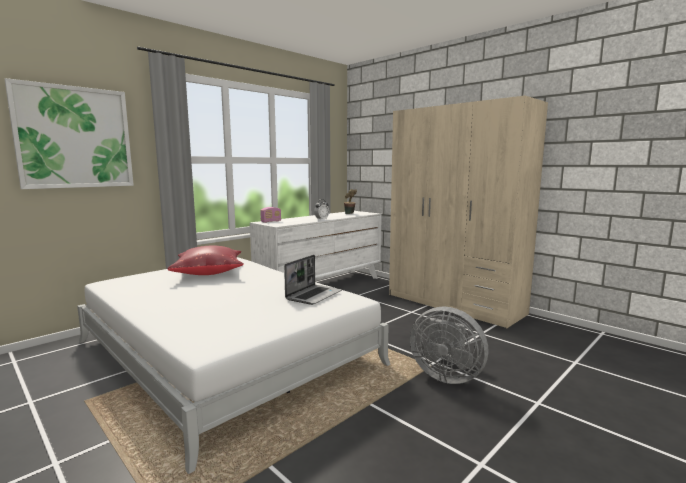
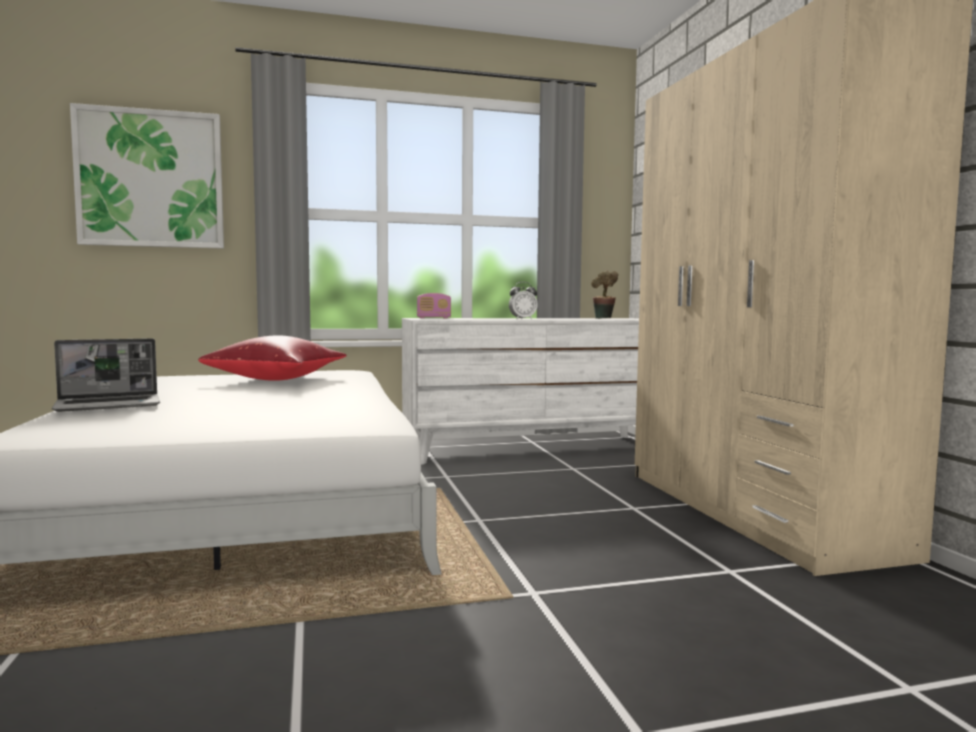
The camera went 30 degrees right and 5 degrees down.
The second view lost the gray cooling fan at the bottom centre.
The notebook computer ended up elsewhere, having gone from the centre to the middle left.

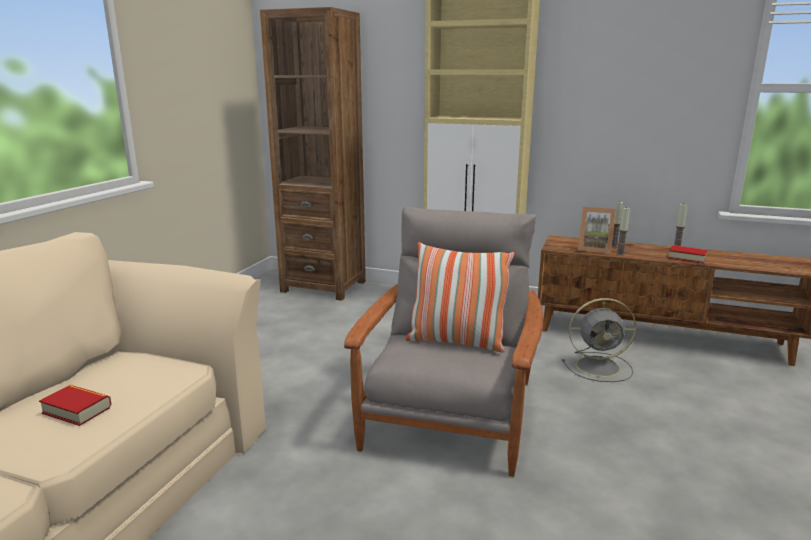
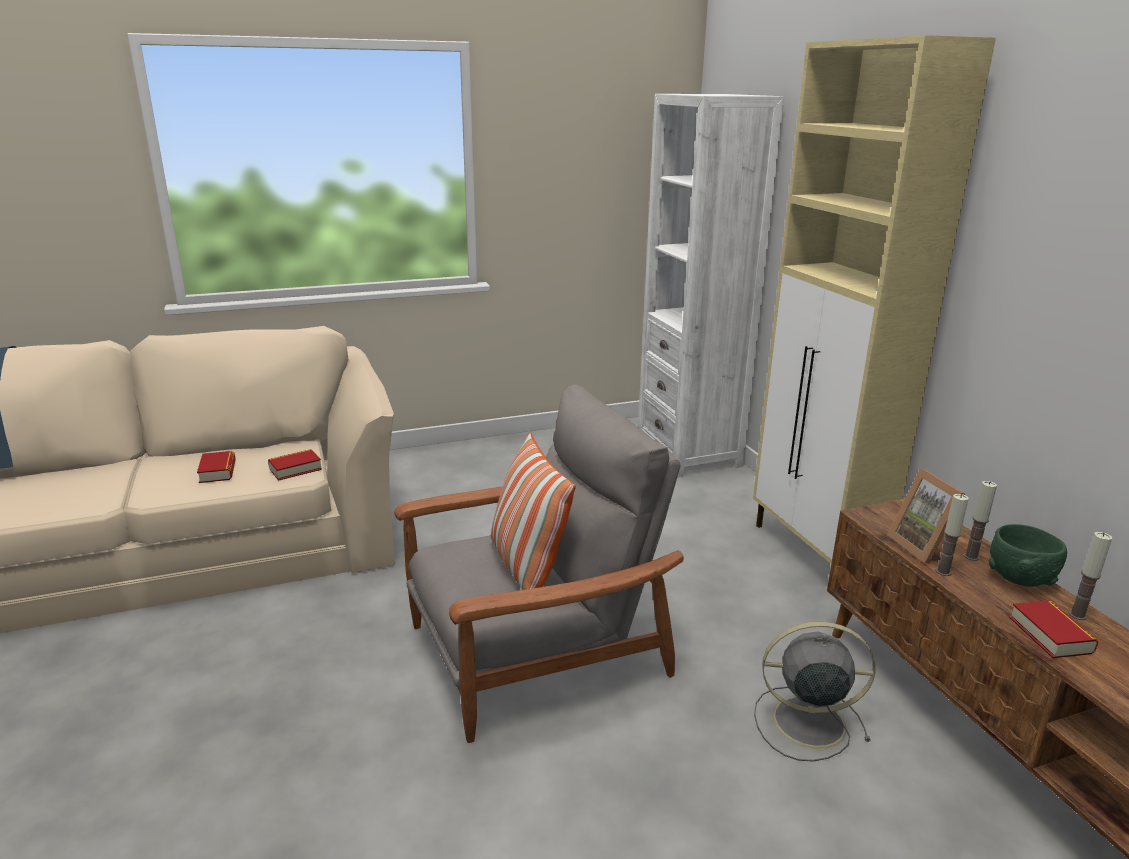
The camera went 50 degrees right and 5 degrees up.
The second view gained the volume (no. 2 from left) at the middle left.
The second view gained the greenish bowl at the middle right.
What was the brown bookcase at the top centre turned into the whitish bookcase at the top centre.
The gray cooling fan at the middle right ended up facing another way, 135 degrees clockwise from before.

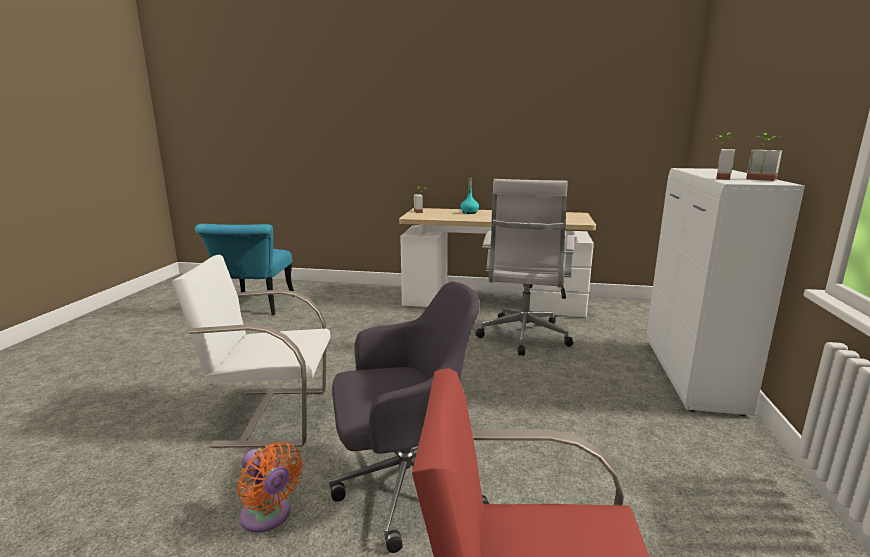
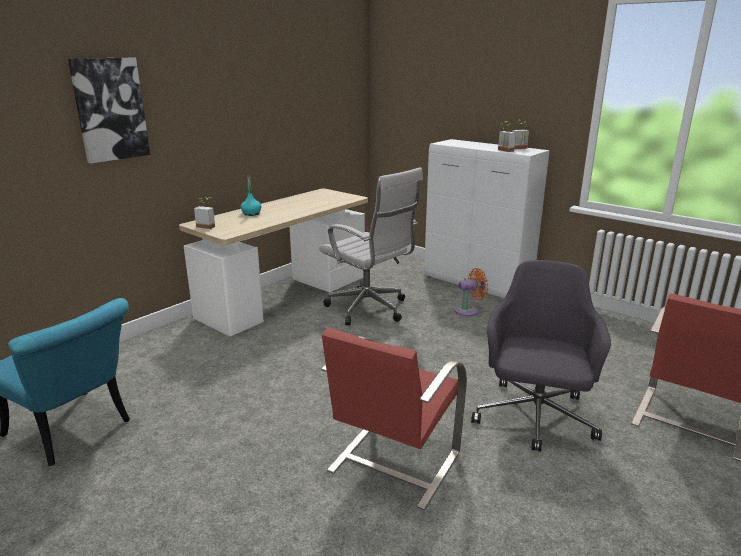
The camera went 60 degrees left and 5 degrees up.
The second view gained the wall picture at the top left.
The orange cooling fan ended up elsewhere, having gone from the bottom left to the centre.
What was the whitish upright chair at the middle left turned into the reddish upright chair (no. 1 from left) at the bottom centre.

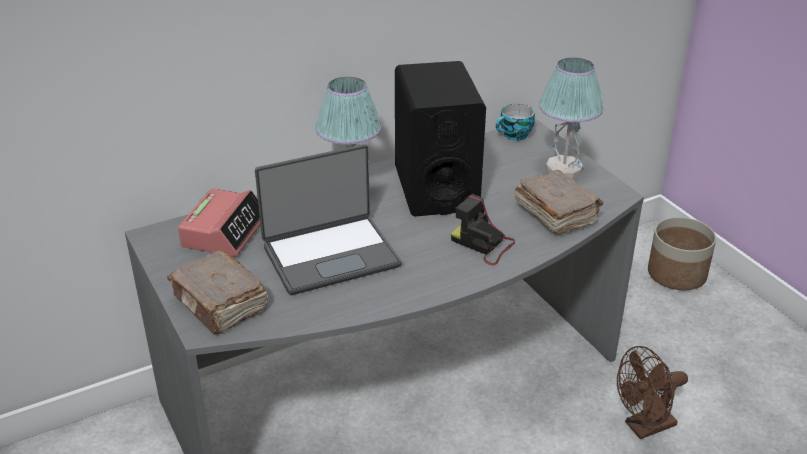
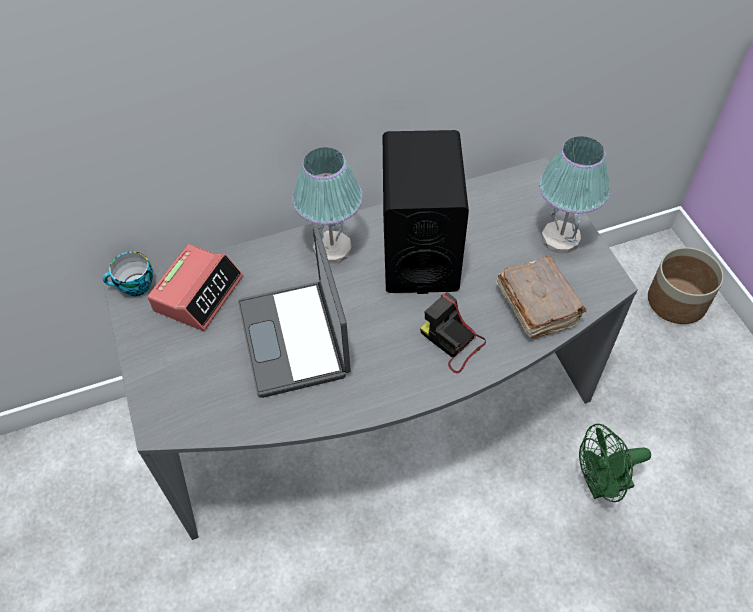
The camera went 10 degrees right and 20 degrees up.
The second view lost the brown volume (no. 1 from left) at the middle left.
The cup ended up elsewhere, having gone from the top centre to the middle left.
What was the brown cooling fan at the bottom right turned into the greenish cooling fan at the bottom right.
The notebook computer at the centre ended up facing another way, 90 degrees clockwise from before.

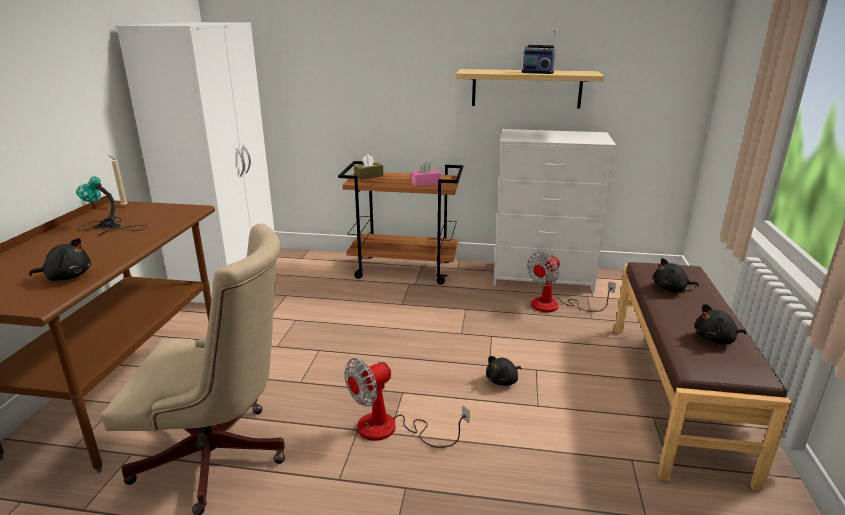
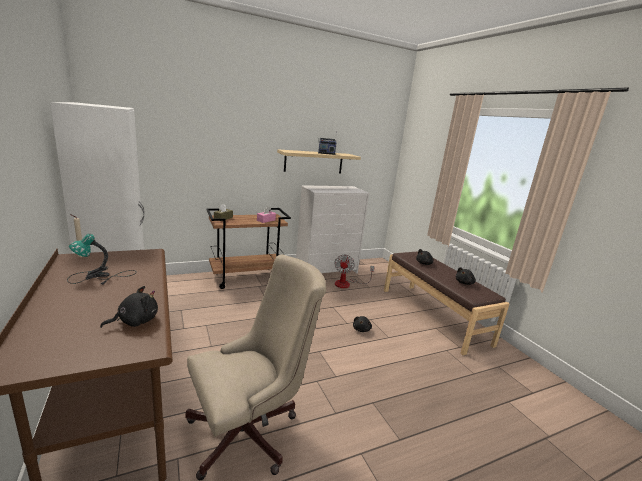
The camera went 35 degrees left and 5 degrees down.
The second view lost the cooling fan (no. 1 from left) at the bottom centre.

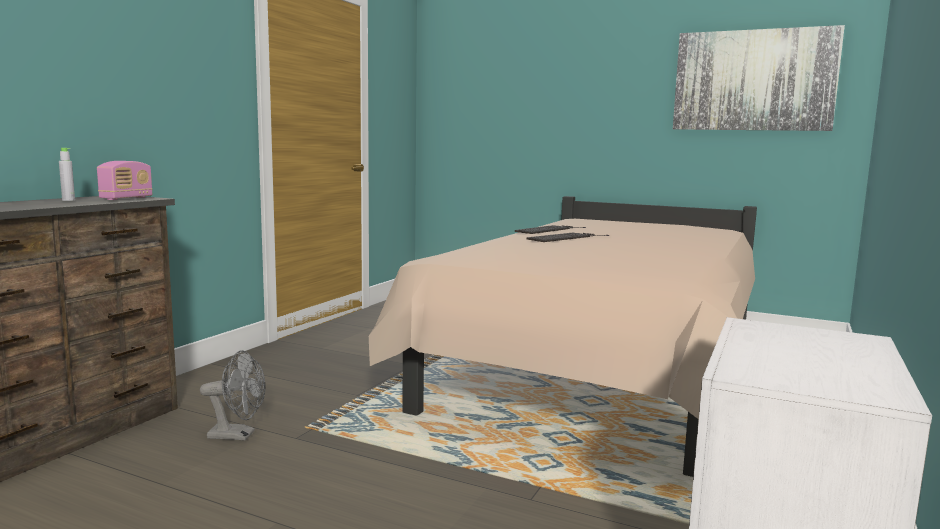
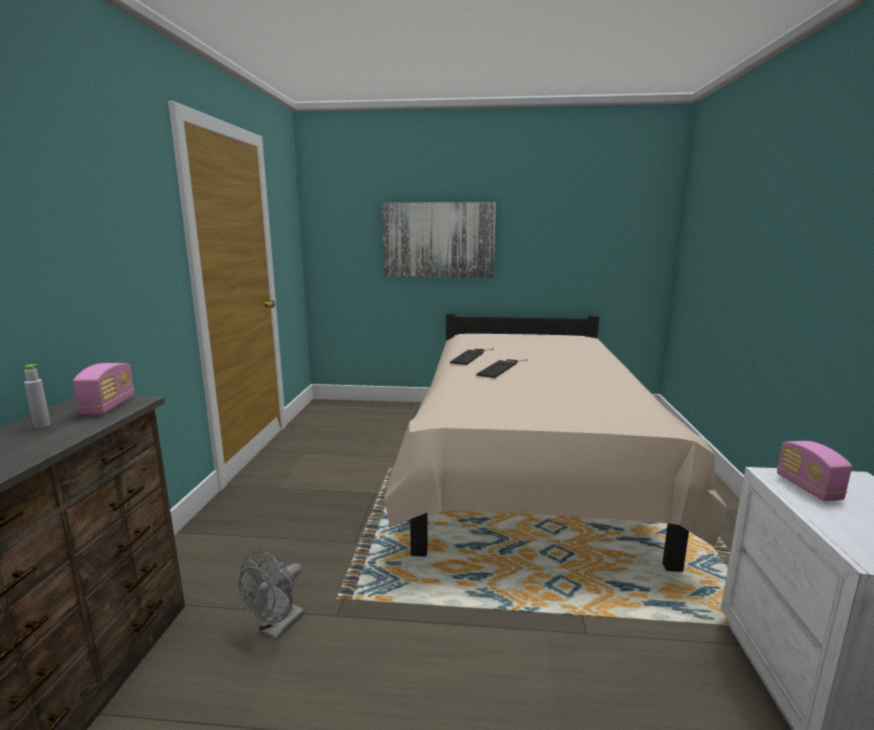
The camera went 20 degrees left and 5 degrees up.
The second view gained the radio set (no. 2 from left) at the middle right.
The wall picture ended up elsewhere, having gone from the top right to the top centre.
The gray cooling fan at the bottom left ended up facing another way, 135 degrees clockwise from before.

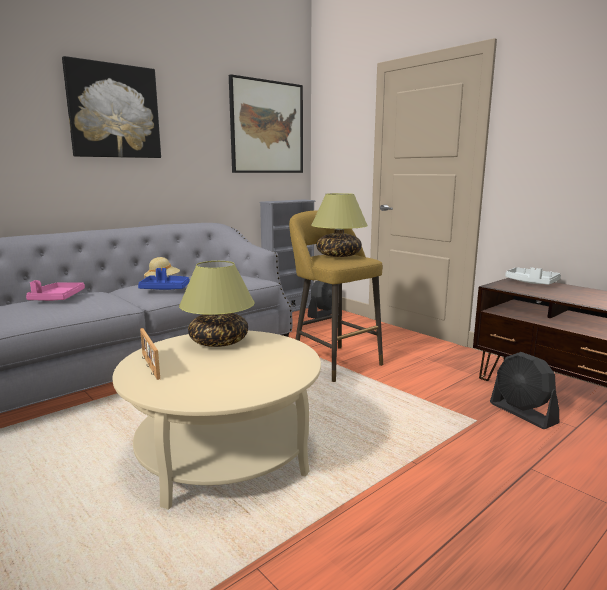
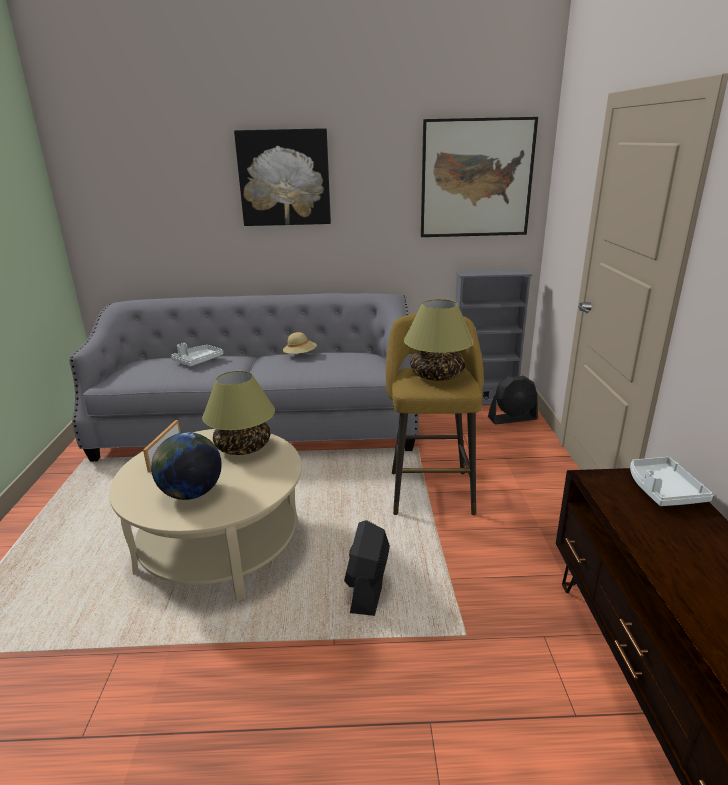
The camera went 40 degrees right and 10 degrees up.
The second view lost the bluish tray at the middle left.
The second view gained the globe at the middle left.
The black-coloured cooling fan (no. 2 from left in the first image) ended up elsewhere, having gone from the middle right to the bottom centre.
What was the pink-coloured tray at the middle left turned into the whitish tray (no. 1 from left) at the middle left.

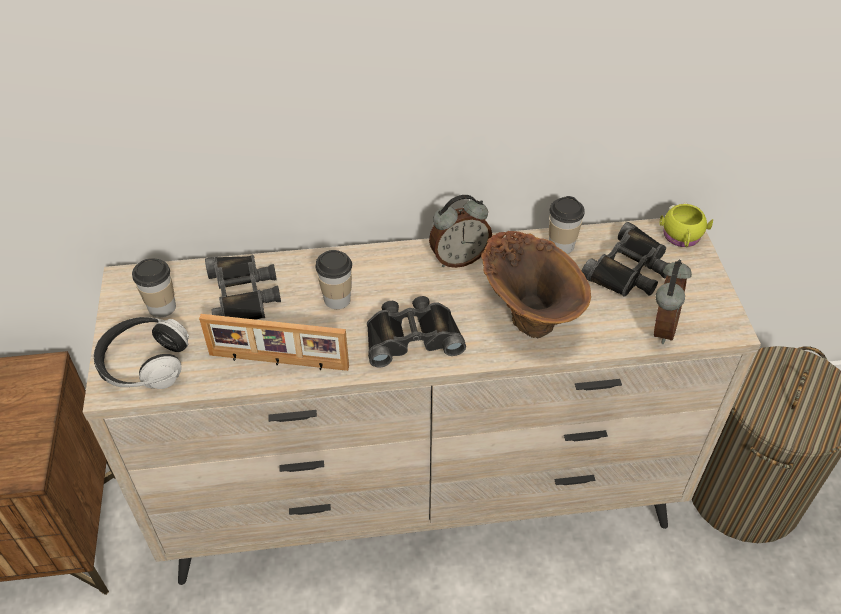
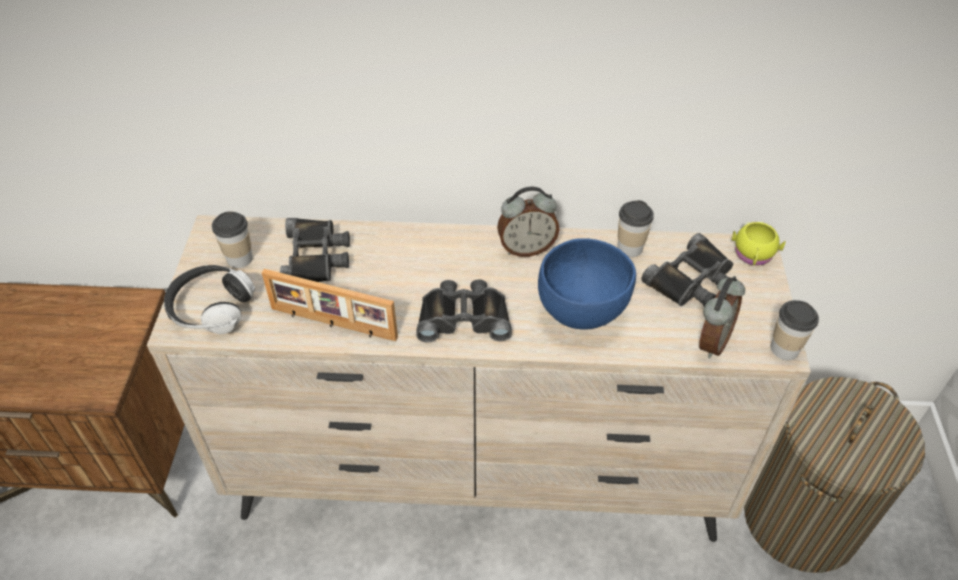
The camera went 10 degrees right and 0 degrees up.
The cup (no. 2 from left in the first image) ended up elsewhere, having gone from the centre to the middle right.
Where the brown vase stood at the centre, the bluish bowl came to stand at the centre.

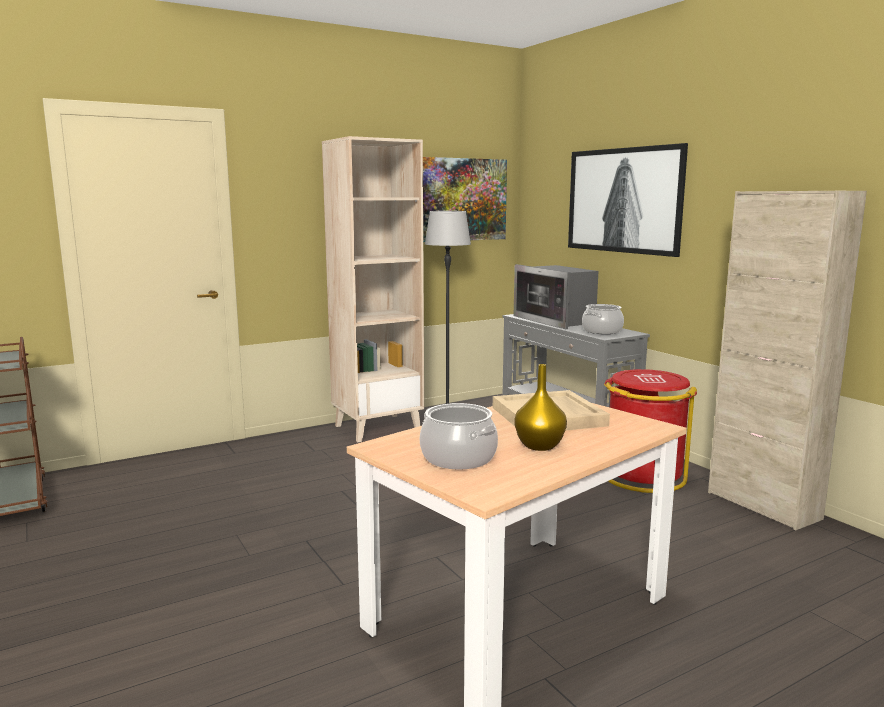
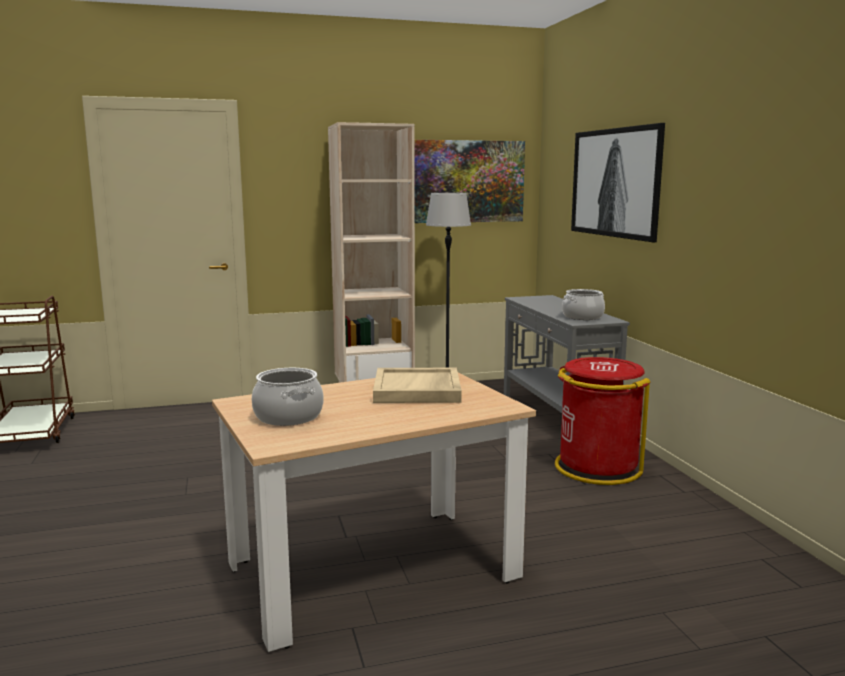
The camera went 15 degrees right and 0 degrees up.
The second view lost the microwave oven at the centre.
The second view lost the yellowish vase at the centre.
The second view lost the beige-coloured cabinet at the middle right.

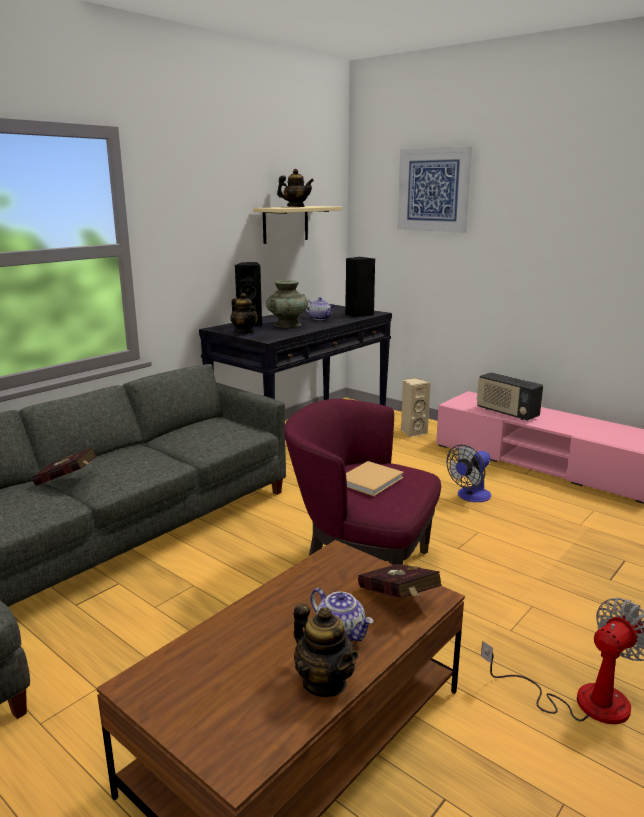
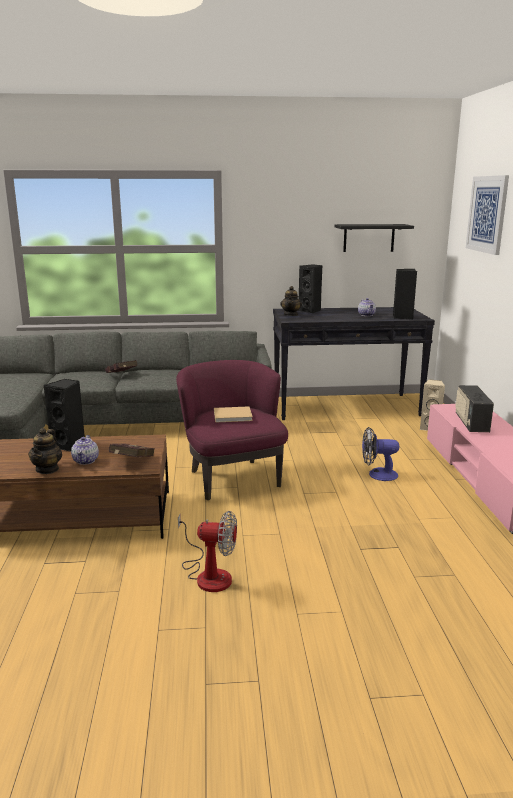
The camera went 45 degrees right and 0 degrees up.
The second view lost the turquoise vase at the centre.
The second view lost the pot for tea (no. 2 from left) at the top centre.
The second view gained the black-coloured audio speaker (no. 1 from left) at the middle left.
What was the beige-coloured shelf at the top centre turned into the black-coloured shelf at the top right.

